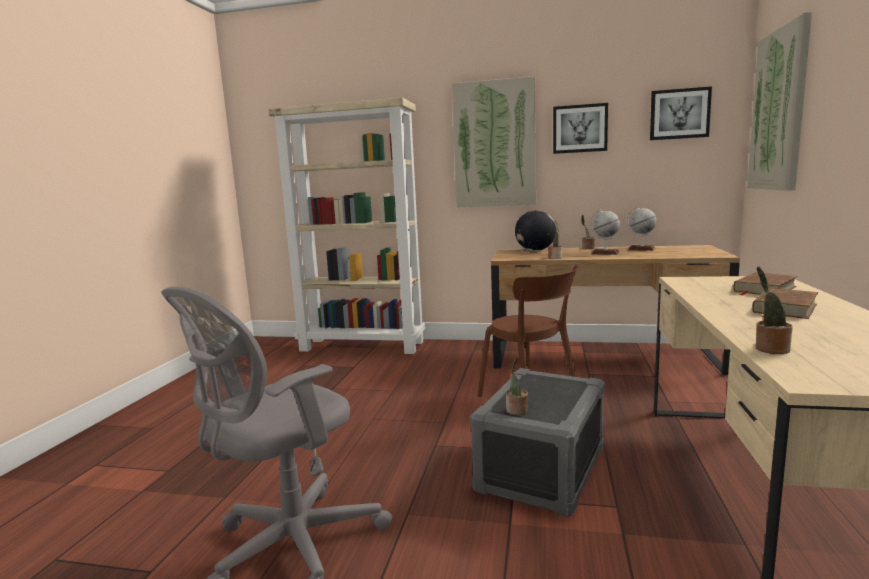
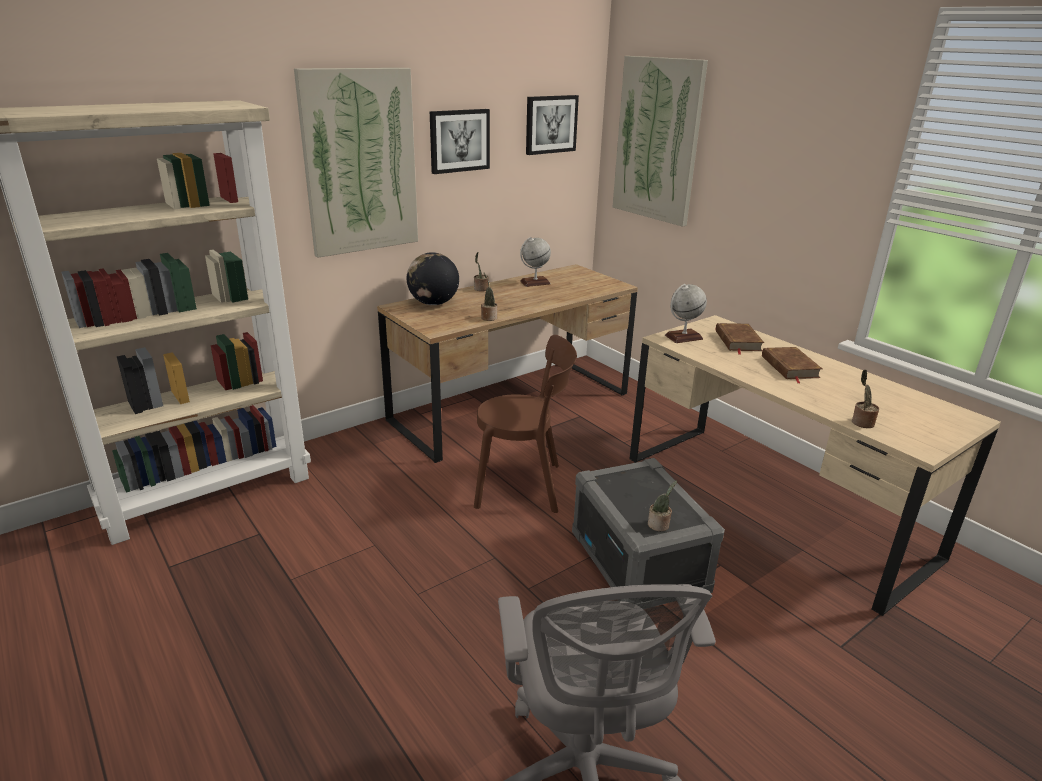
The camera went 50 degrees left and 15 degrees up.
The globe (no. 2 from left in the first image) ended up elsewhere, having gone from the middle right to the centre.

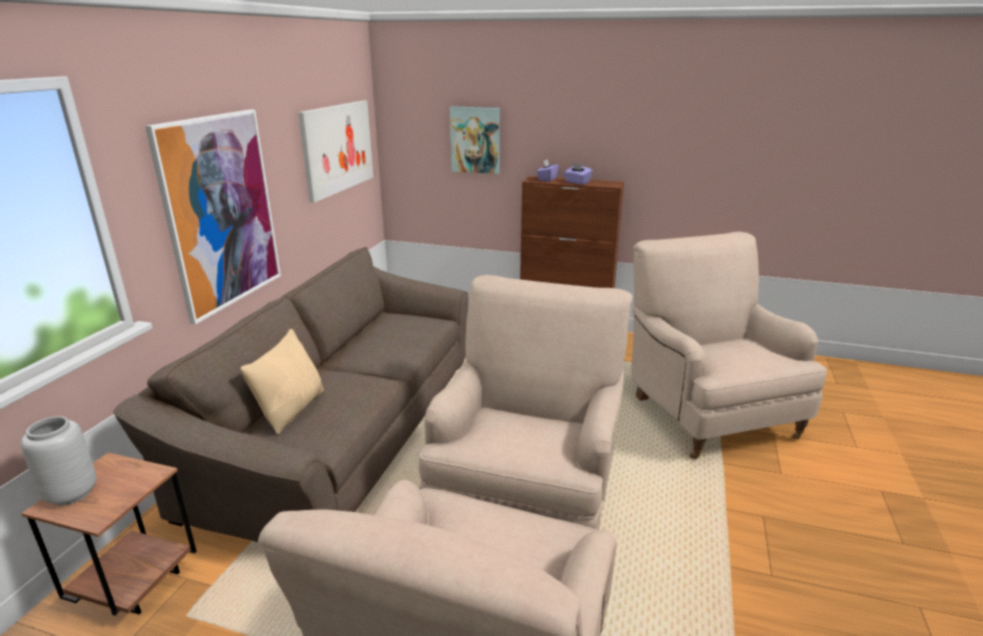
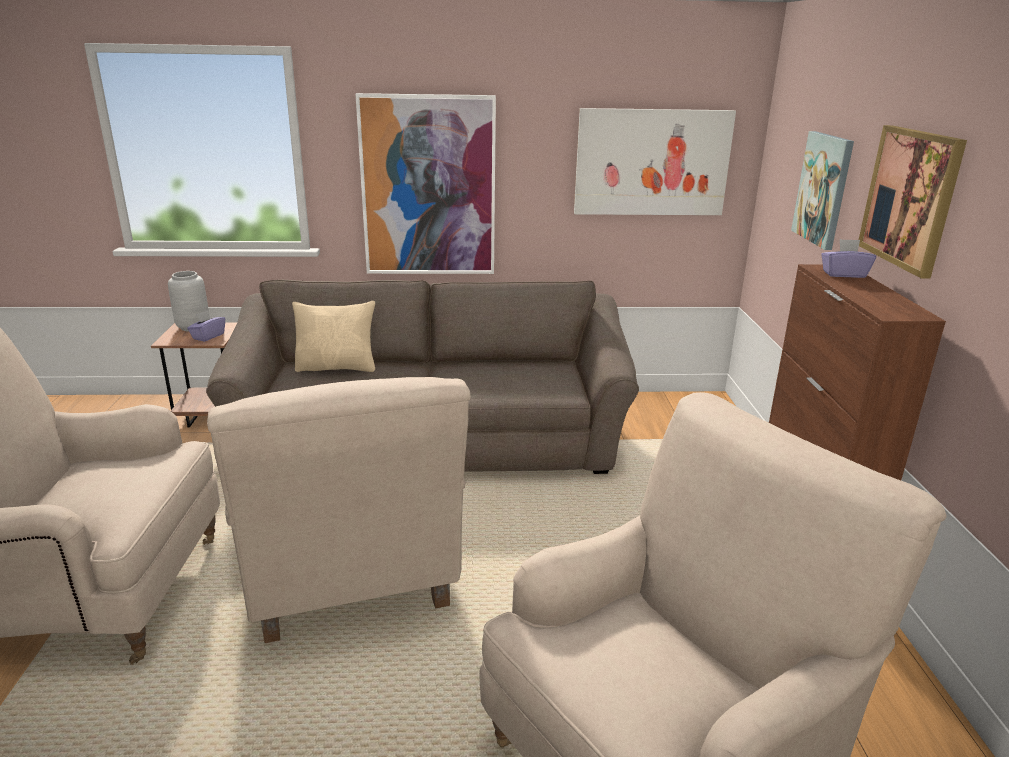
The camera went 70 degrees right and 0 degrees up.
The second view gained the wall picture (no. 4 from left) at the top right.
The purple-coloured tissue holder (no. 2 from left in the first image) ended up elsewhere, having gone from the top centre to the middle left.
The beige-coloured lounge chair (no. 2 from left) at the centre ended up facing another way, 75 degrees clockwise from before.

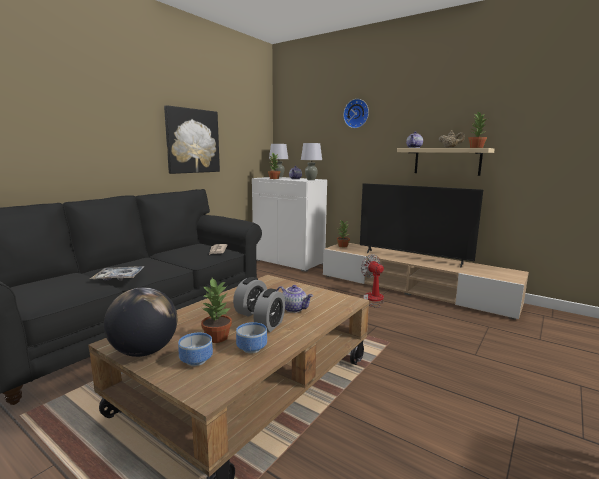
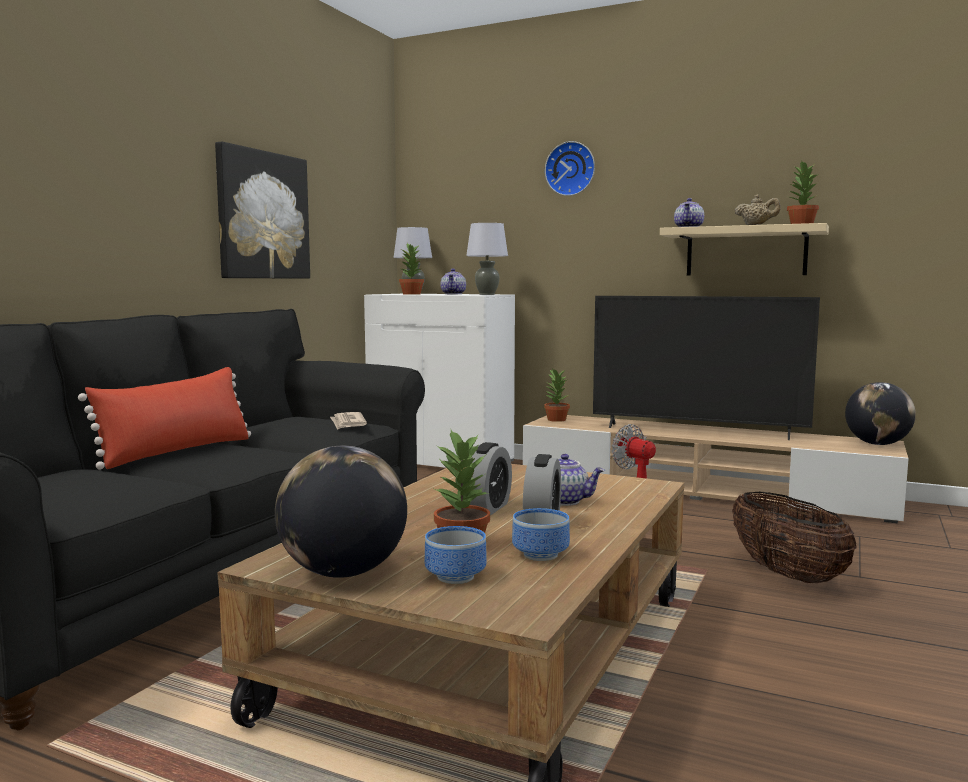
The camera went 10 degrees left and 5 degrees down.
The second view lost the tray at the middle left.
The second view gained the reddish throw pillow at the middle left.
The second view gained the basket at the bottom right.
The second view gained the globe (no. 2 from left) at the middle right.

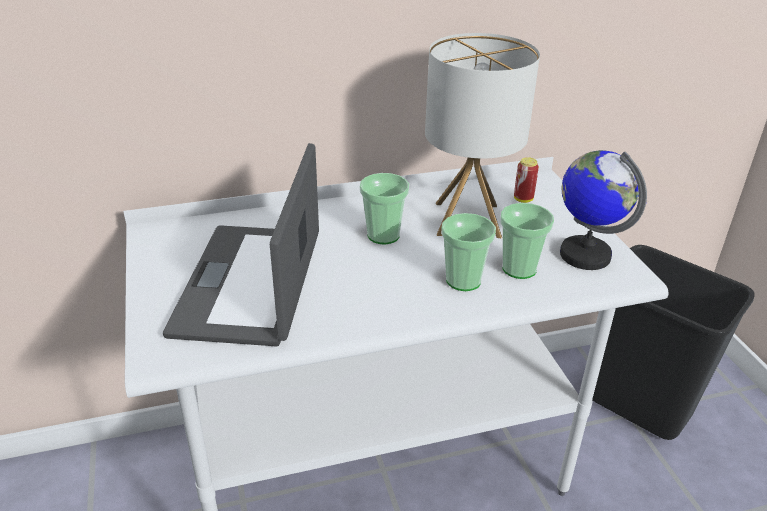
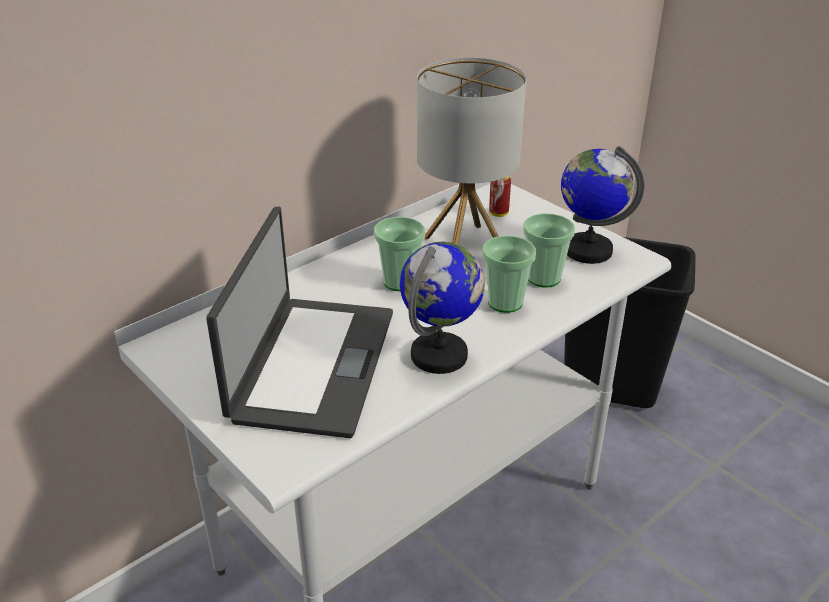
The camera went 25 degrees left and 0 degrees up.
The second view gained the globe (no. 1 from left) at the centre.
The notebook computer at the middle left ended up facing another way, 150 degrees counterclockwise from before.

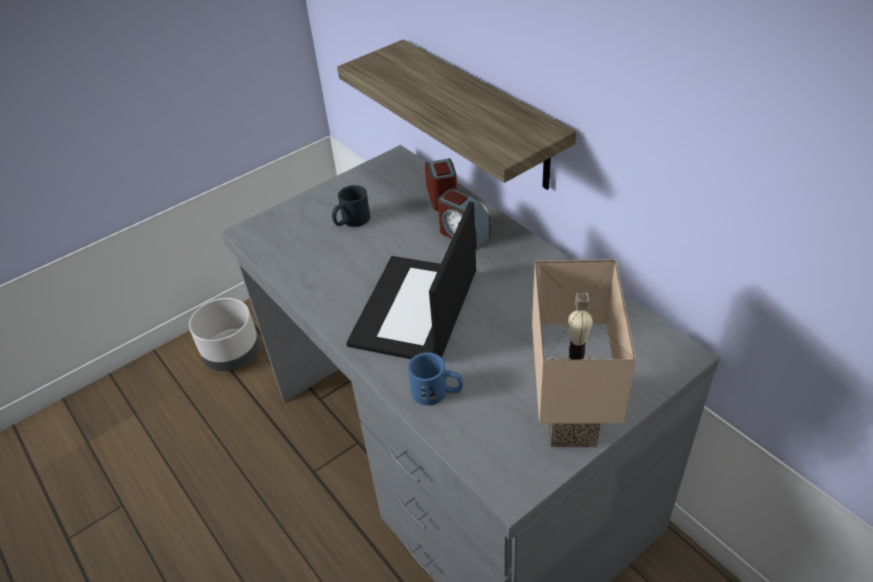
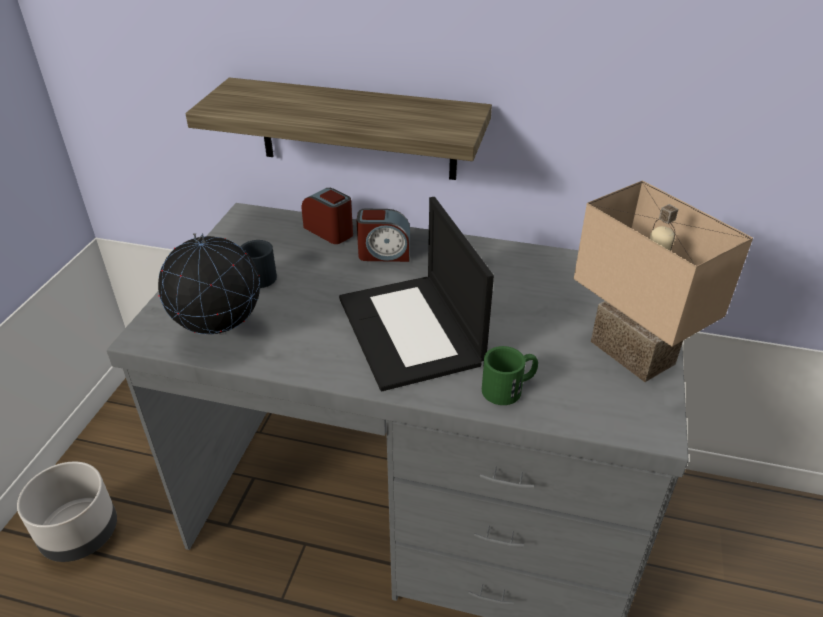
The camera went 40 degrees left and 5 degrees down.
The second view gained the globe at the middle left.
What was the bluish coffee mug at the centre turned into the greenish coffee mug at the centre.

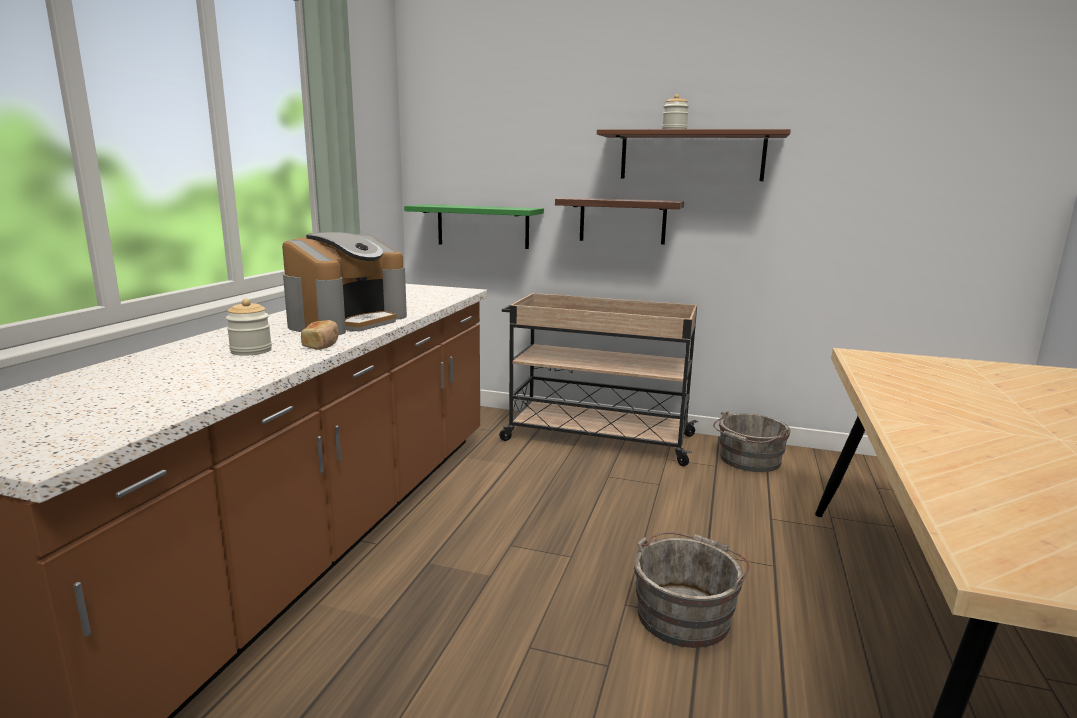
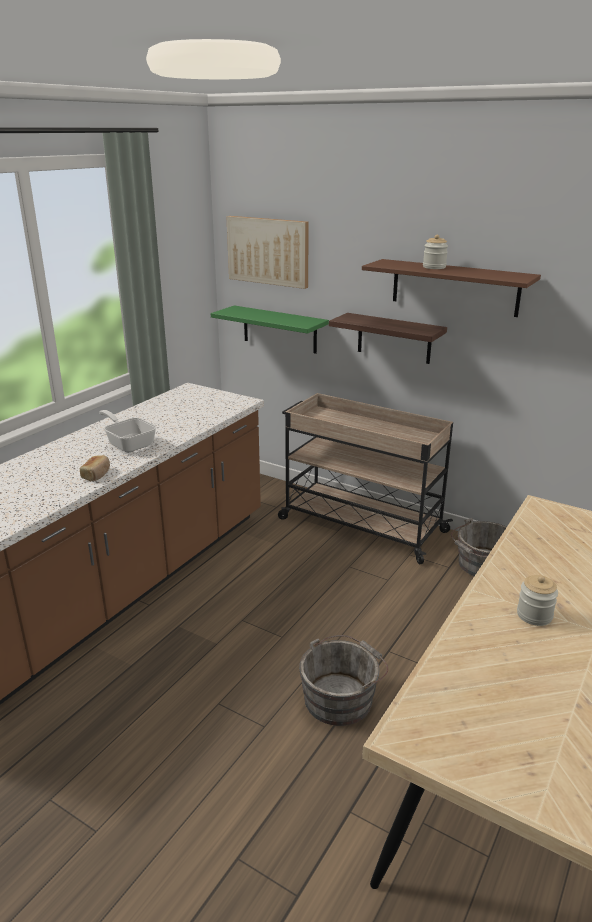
The camera went 15 degrees right and 10 degrees up.
The second view gained the wall picture at the top centre.
The jar (no. 1 from left in the first image) ended up elsewhere, having gone from the middle left to the middle right.
Where the coffee maker stood at the middle left, the pan came to stand at the middle left.

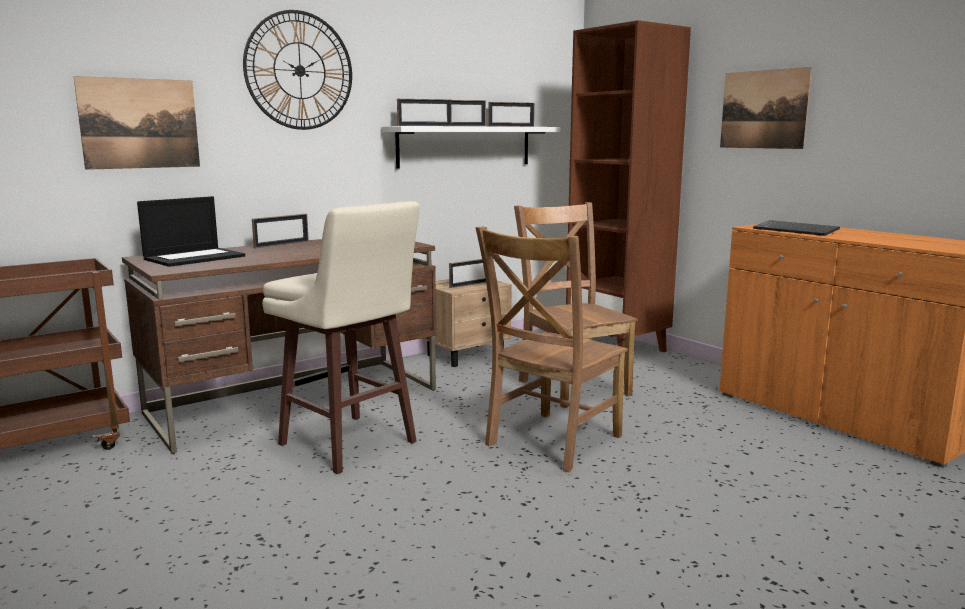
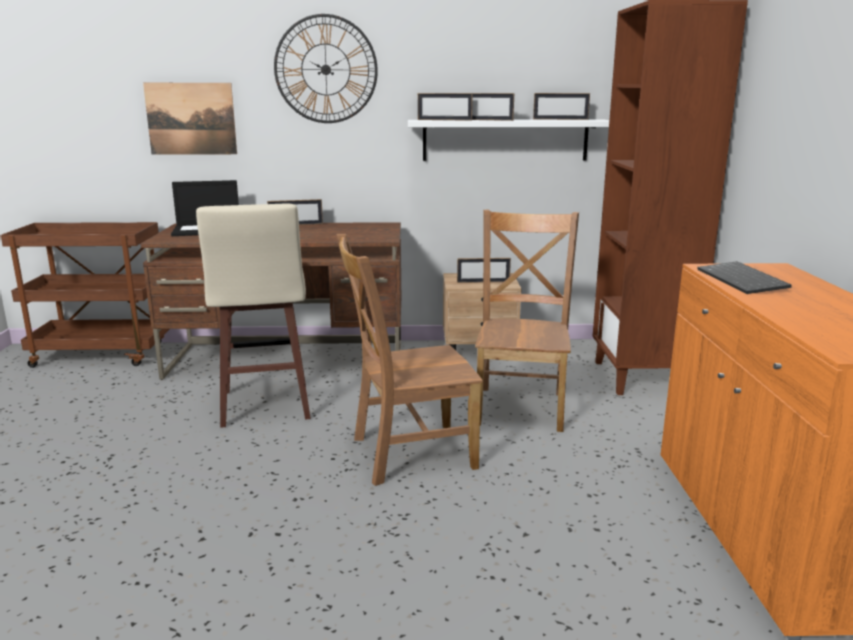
The camera went 35 degrees right and 5 degrees up.
The second view lost the wall picture (no. 2 from left) at the top right.

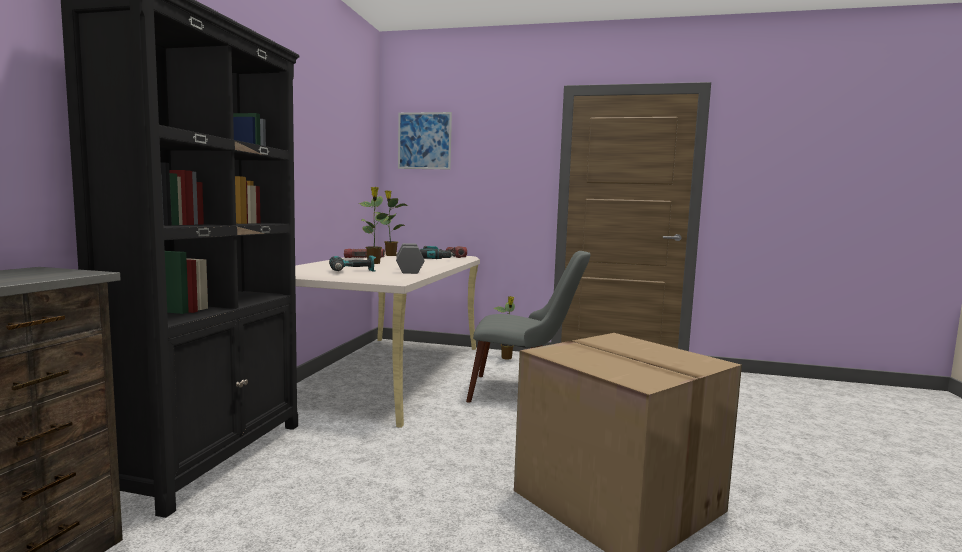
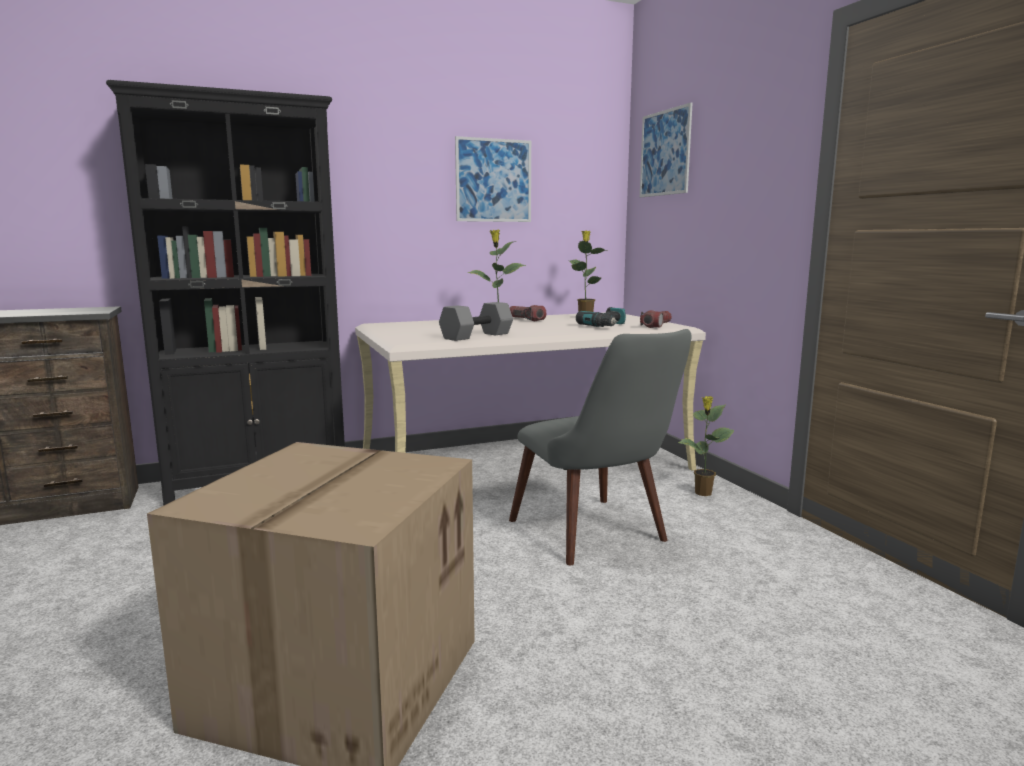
The camera went 55 degrees right and 5 degrees up.
The second view lost the drill (no. 1 from left) at the centre.
The second view gained the wall picture (no. 1 from left) at the top centre.

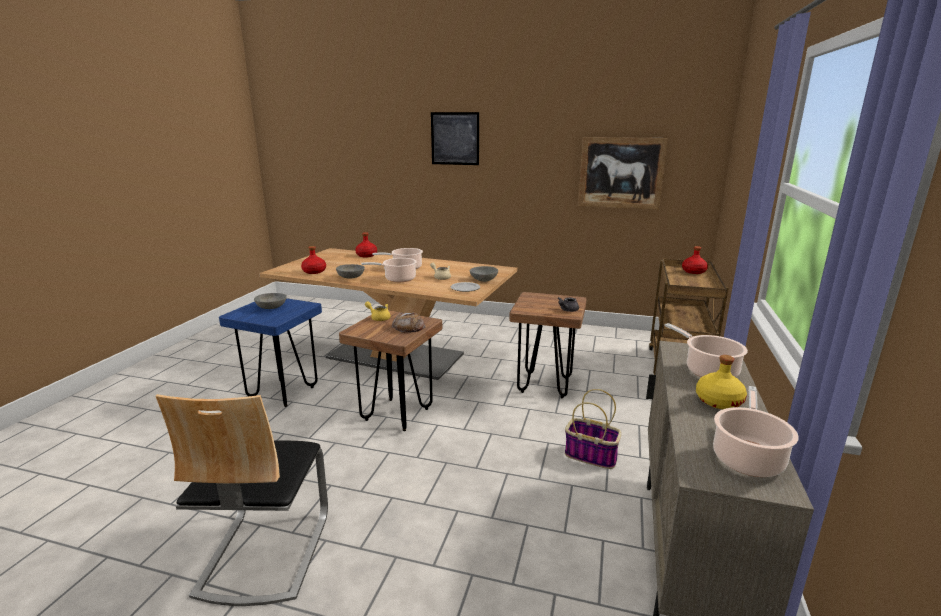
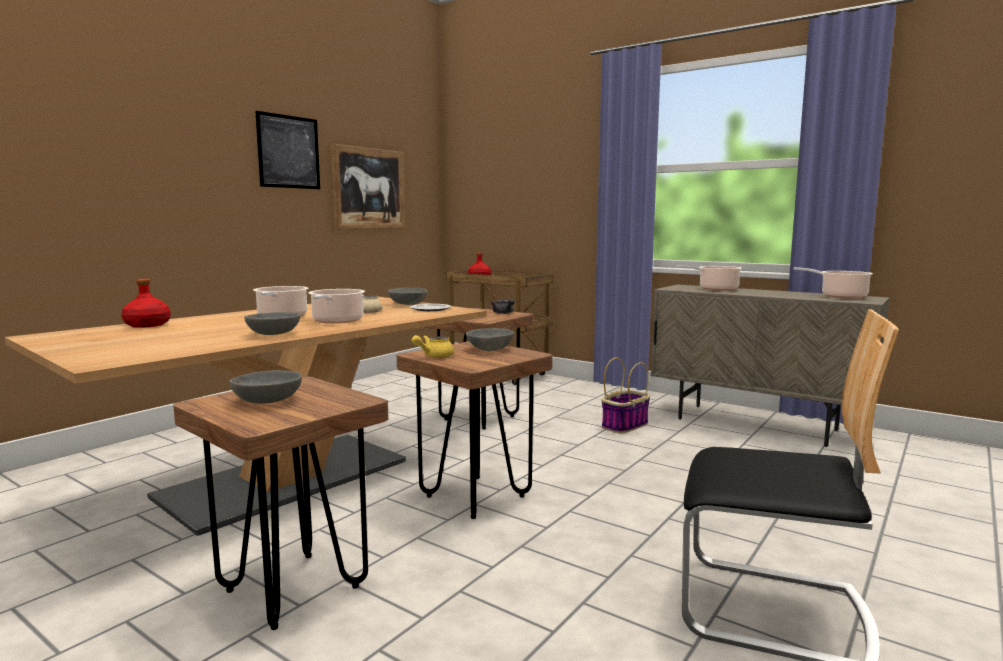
The camera went 70 degrees left and 10 degrees down.
The second view lost the reddish beverage bottle (no. 1 from left) at the middle left.
The second view lost the yellowish beverage bottle at the middle right.
The wall picture (no. 1 from left) ended up elsewhere, having gone from the top centre to the top left.
Where the bread stood at the centre, the gray bowl (no. 4 from left) came to stand at the centre.
What was the bluish stool at the middle left turned into the brown stool (no. 1 from left) at the bottom left.

